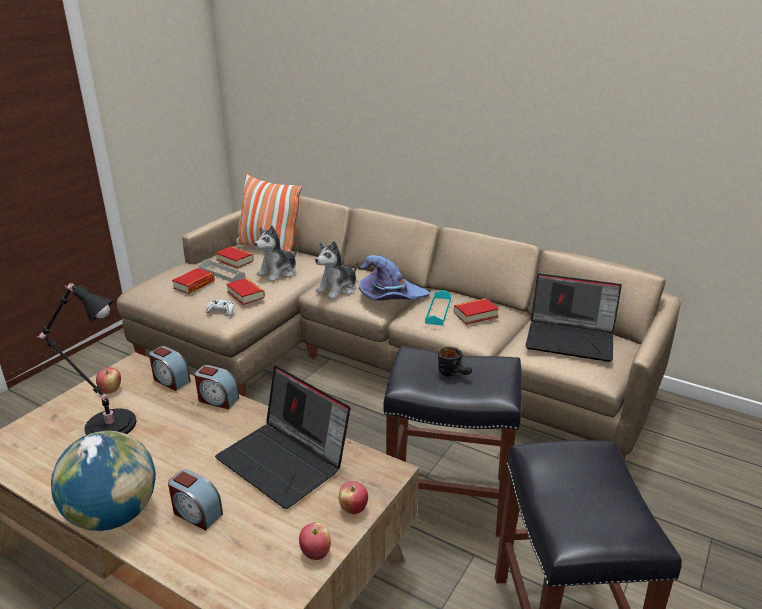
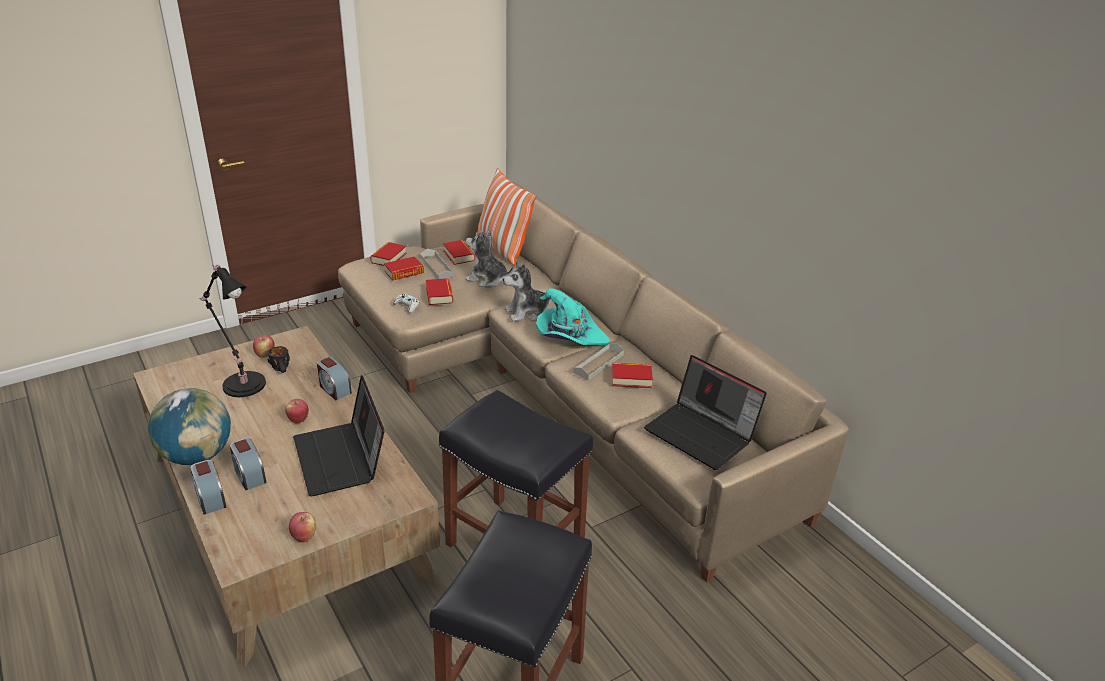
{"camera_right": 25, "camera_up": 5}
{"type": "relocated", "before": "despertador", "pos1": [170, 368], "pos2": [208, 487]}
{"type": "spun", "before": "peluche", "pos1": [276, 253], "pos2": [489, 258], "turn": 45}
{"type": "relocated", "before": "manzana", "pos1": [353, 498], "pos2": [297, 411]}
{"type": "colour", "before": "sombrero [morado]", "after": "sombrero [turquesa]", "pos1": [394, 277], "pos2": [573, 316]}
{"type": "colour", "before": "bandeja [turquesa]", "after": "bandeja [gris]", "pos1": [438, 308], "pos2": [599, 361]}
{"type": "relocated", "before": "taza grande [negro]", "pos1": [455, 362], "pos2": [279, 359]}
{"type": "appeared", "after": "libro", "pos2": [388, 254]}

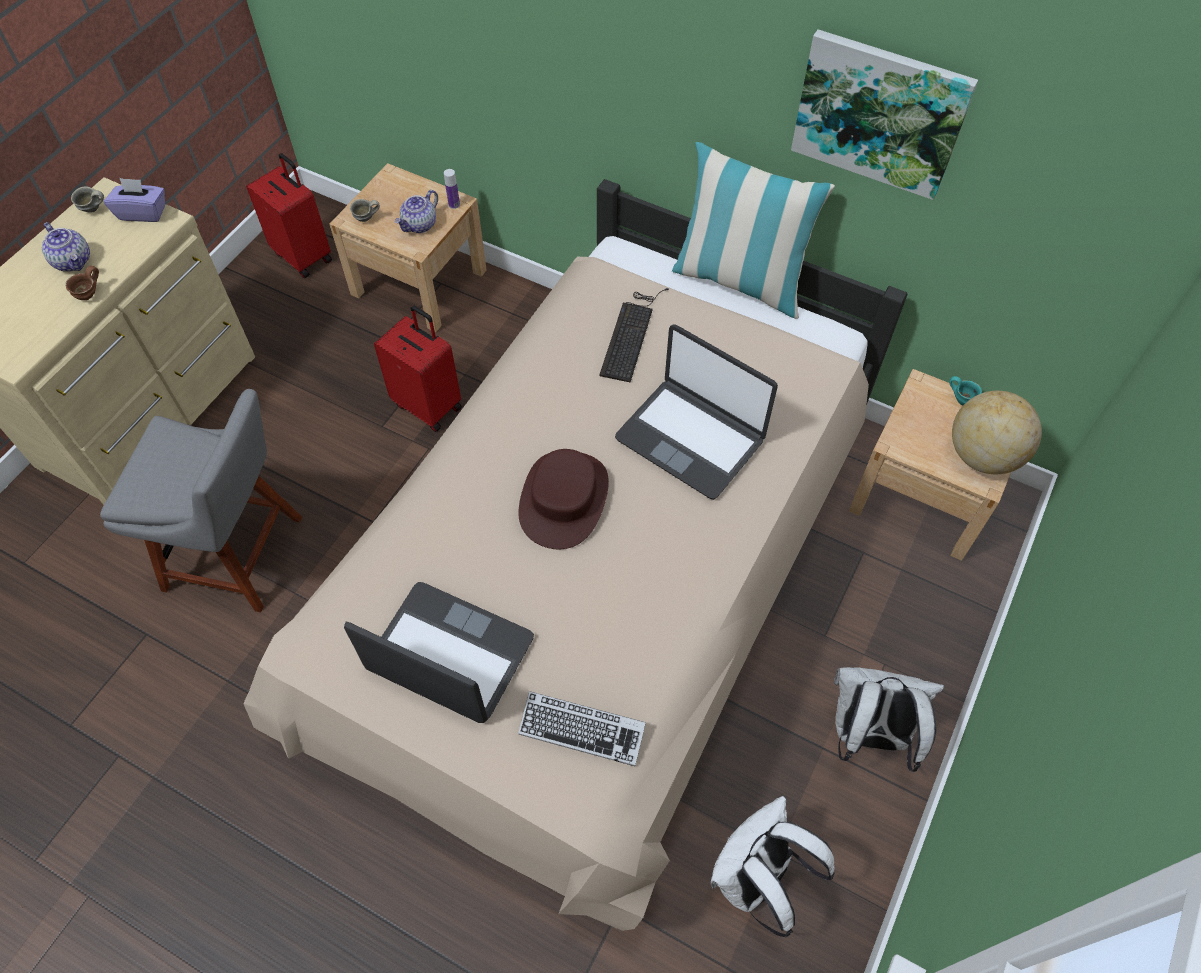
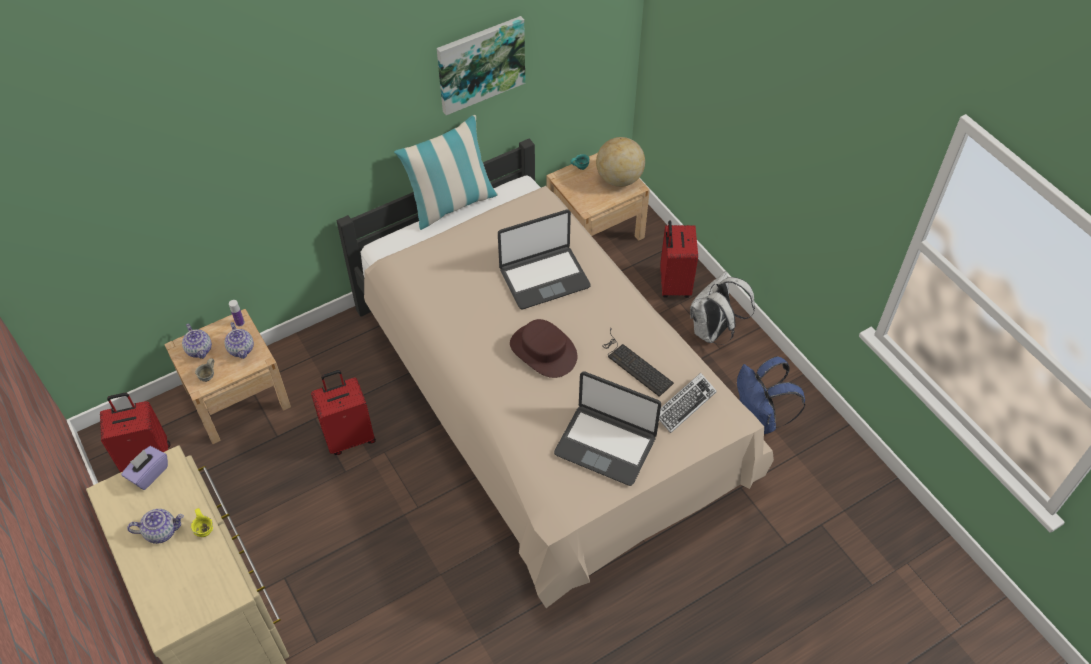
{"camera_right": -60, "camera_up": -5}
{"type": "colour", "before": "taza grande [marrón]", "after": "taza grande [amarillo]", "pos1": [82, 283], "pos2": [202, 522]}
{"type": "missing", "before": "taza grande [gris]", "pos1": [87, 200]}
{"type": "missing", "before": "silla [gris]", "pos1": [201, 500]}
{"type": "spun", "before": "portátil", "pos1": [439, 652], "pos2": [607, 428], "turn": -120}
{"type": "relocated", "before": "teclado", "pos1": [634, 335], "pos2": [638, 362]}
{"type": "colour", "before": "mochila [blanco]", "after": "mochila [azul]", "pos1": [773, 866], "pos2": [771, 395]}
{"type": "appeared", "after": "tetera", "pos2": [197, 341]}
{"type": "appeared", "after": "maleta [rojo]", "pos2": [679, 259]}

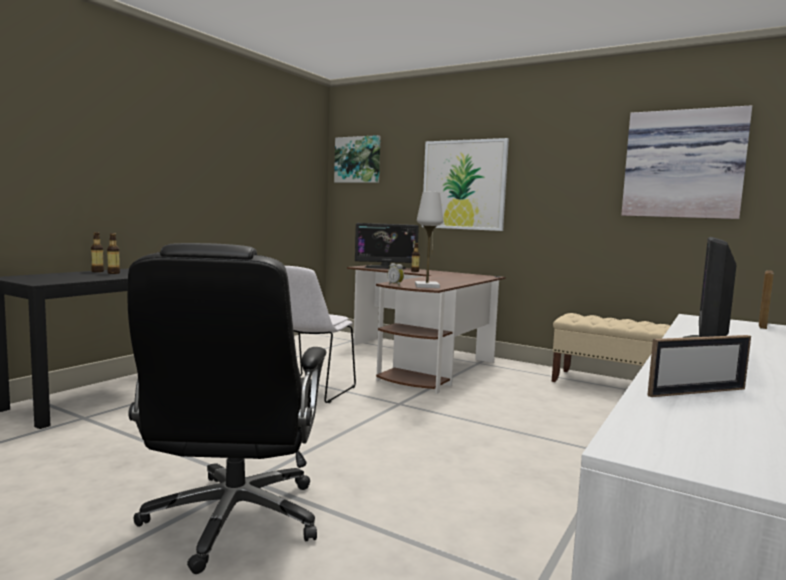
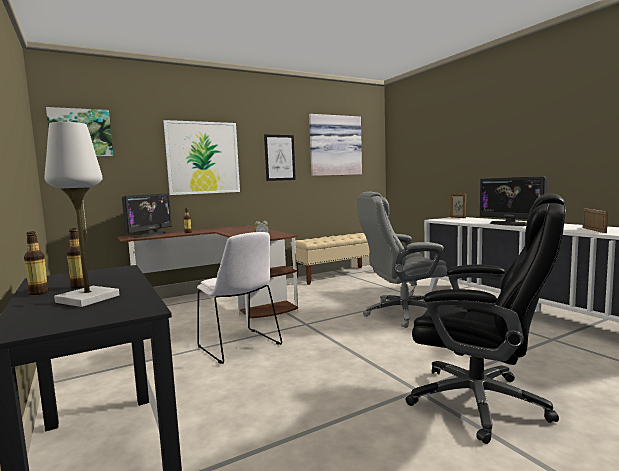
{"camera_right": -60, "camera_up": 0}
{"type": "relocated", "before": "lámpara de mesa [blanco]", "pos1": [429, 240], "pos2": [82, 214]}
{"type": "appeared", "after": "cuadro", "pos2": [280, 157]}
{"type": "appeared", "after": "silla de oficina [gris]", "pos2": [401, 260]}

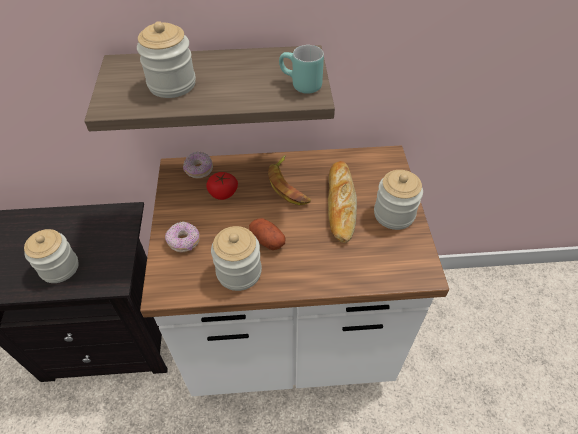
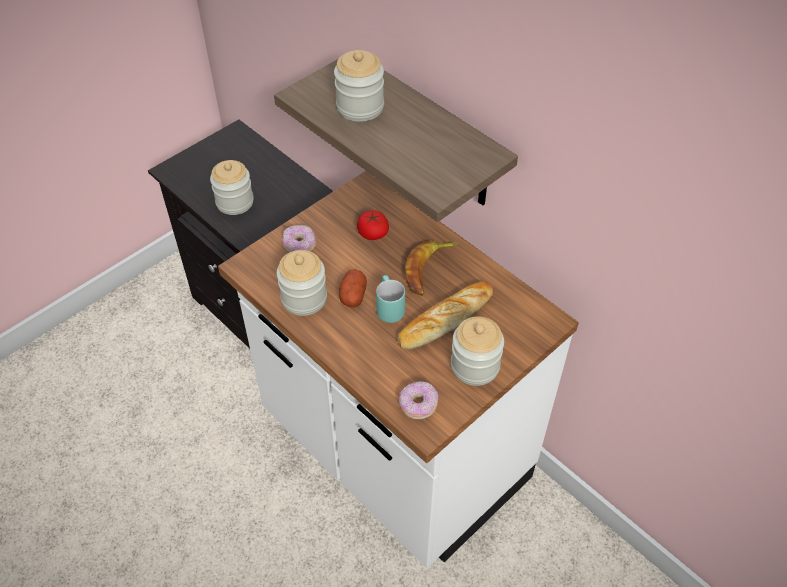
{"camera_right": 50, "camera_up": 0}
{"type": "relocated", "before": "rosquilla", "pos1": [198, 164], "pos2": [418, 400]}
{"type": "relocated", "before": "taza grande [turquesa]", "pos1": [301, 69], "pos2": [390, 299]}

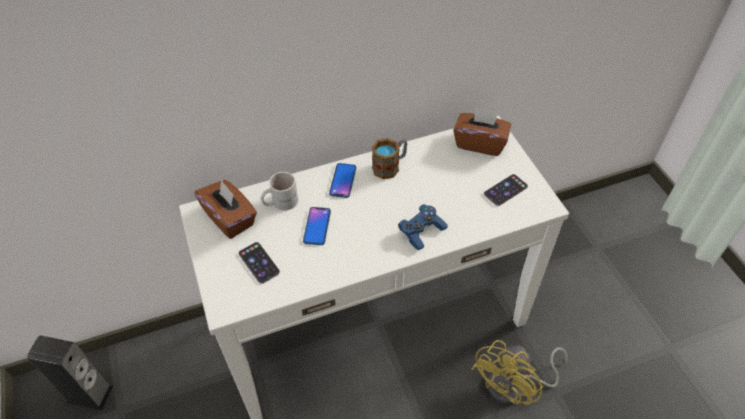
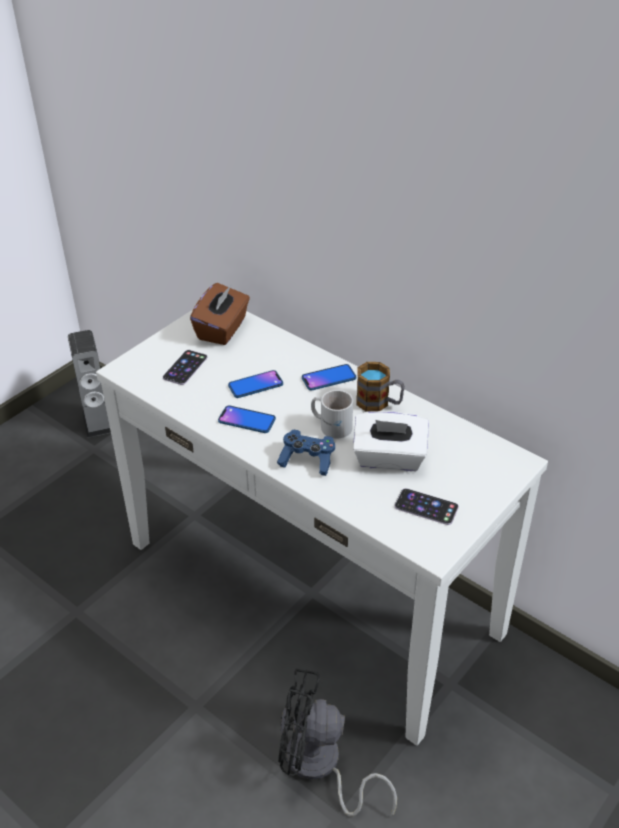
{"camera_right": 60, "camera_up": -10}
{"type": "relocated", "before": "taza grande [blanco]", "pos1": [279, 191], "pos2": [332, 414]}
{"type": "missing", "before": "caja de pañuelos [marrón]", "pos1": [482, 131]}
{"type": "colour", "before": "ventilador [amarillo]", "after": "ventilador [negro]", "pos1": [520, 372], "pos2": [337, 743]}
{"type": "appeared", "after": "móvil", "pos2": [247, 419]}
{"type": "appeared", "after": "caja de pañuelos [blanco]", "pos2": [391, 441]}

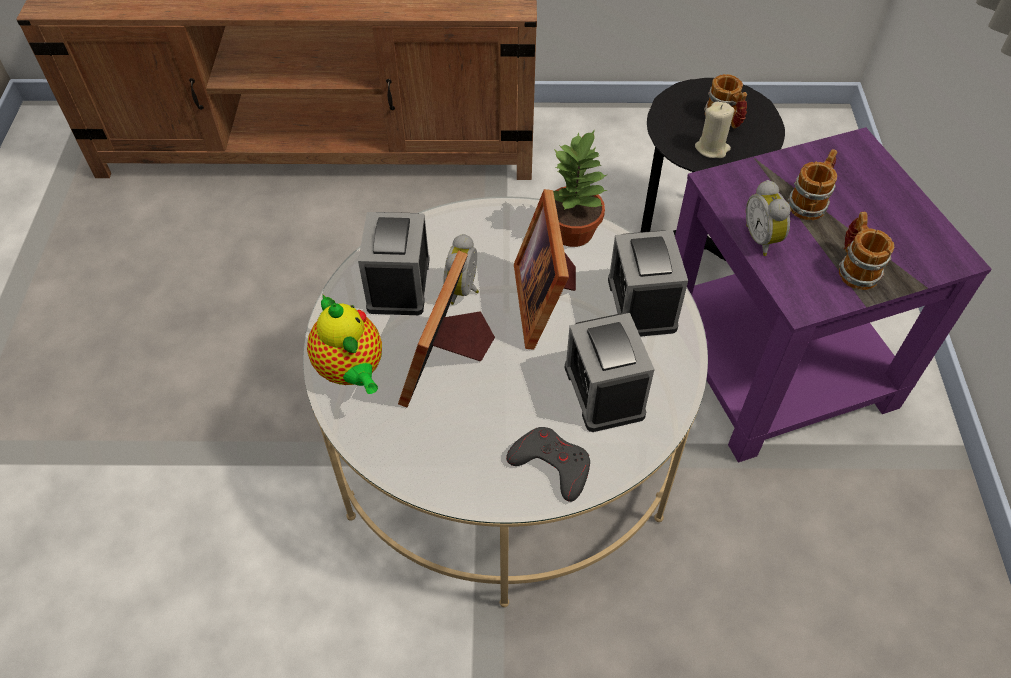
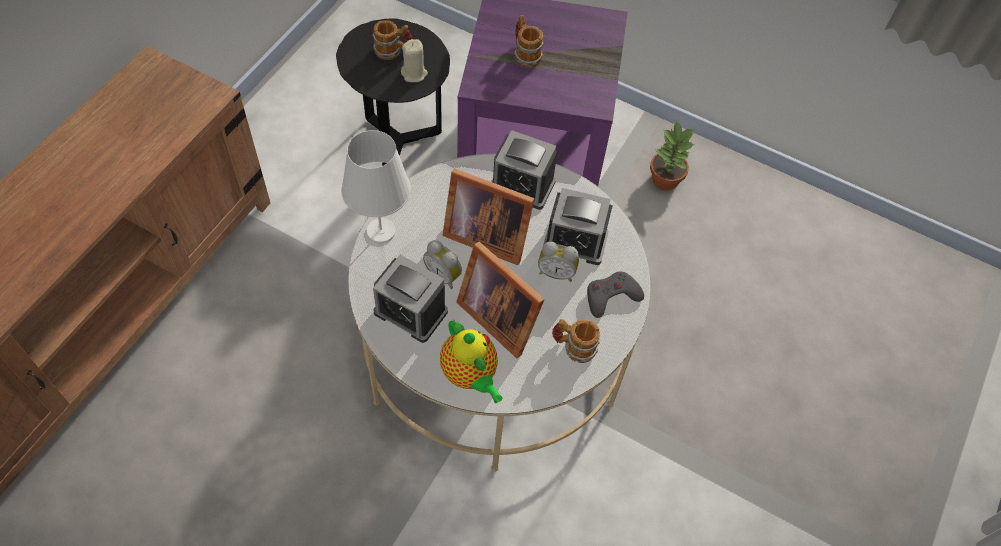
{"camera_right": -65, "camera_up": 5}
{"type": "spun", "before": "tetera", "pos1": [344, 344], "pos2": [471, 361], "turn": 60}
{"type": "relocated", "before": "planta en maceta", "pos1": [580, 188], "pos2": [672, 155]}
{"type": "relocated", "before": "despertador", "pos1": [768, 218], "pos2": [558, 262]}
{"type": "relocated", "before": "taza grande", "pos1": [866, 251], "pos2": [576, 341]}
{"type": "appeared", "after": "lámpara de mesa [blanco]", "pos2": [376, 186]}

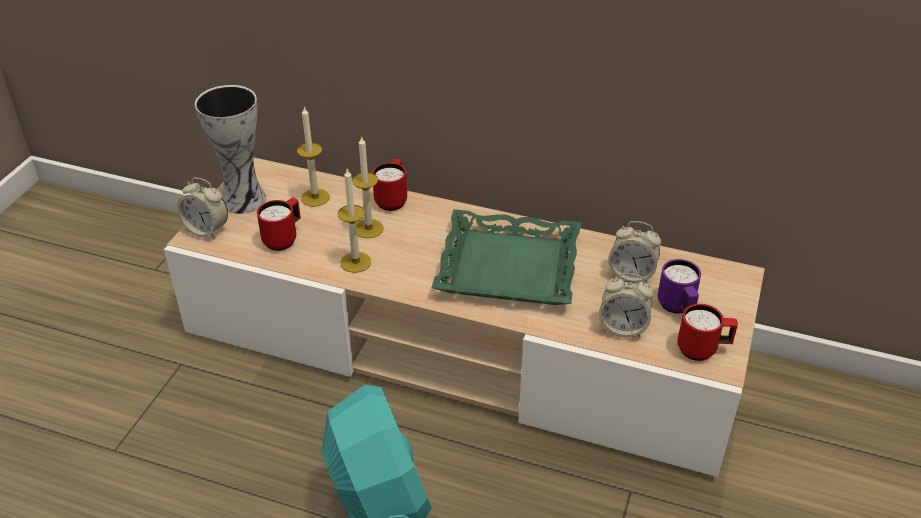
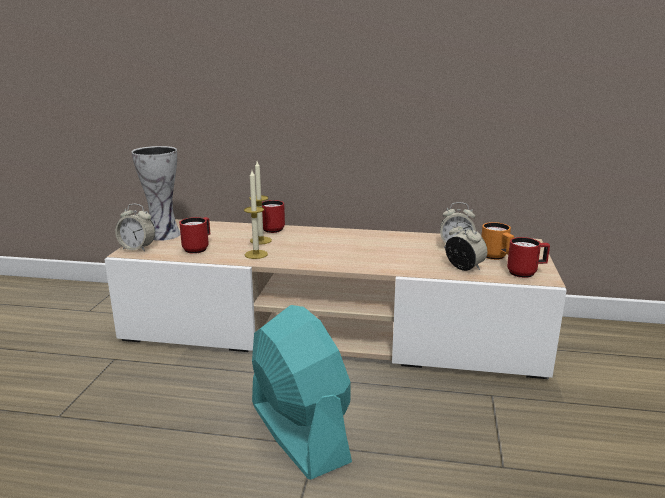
{"camera_right": -10, "camera_up": -20}
{"type": "missing", "before": "vela", "pos1": [313, 157]}
{"type": "missing", "before": "bandeja [verde]", "pos1": [506, 257]}
{"type": "spun", "before": "despertador", "pos1": [626, 305], "pos2": [466, 246], "turn": -135}
{"type": "colour", "before": "taza grande [morado]", "after": "taza grande [naranja]", "pos1": [679, 286], "pos2": [497, 241]}

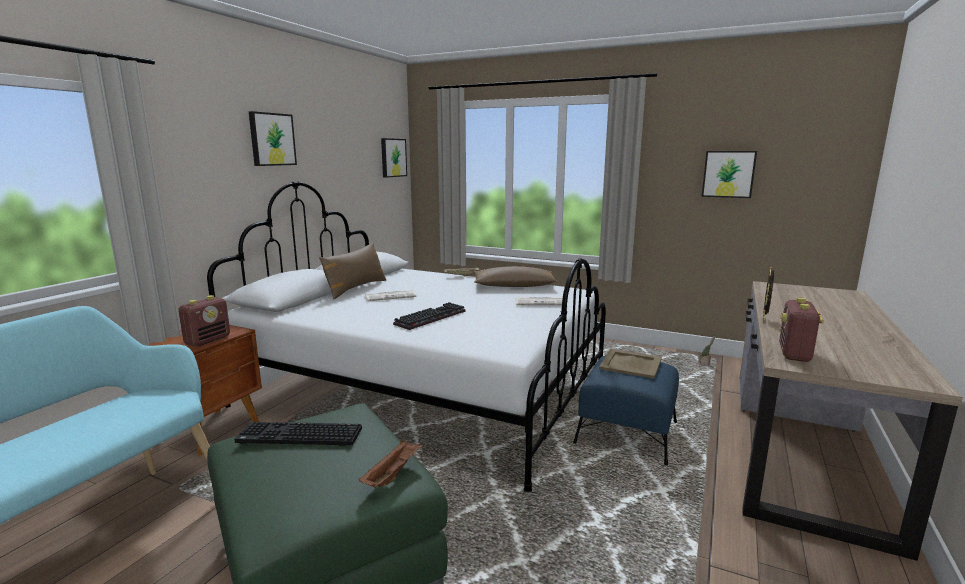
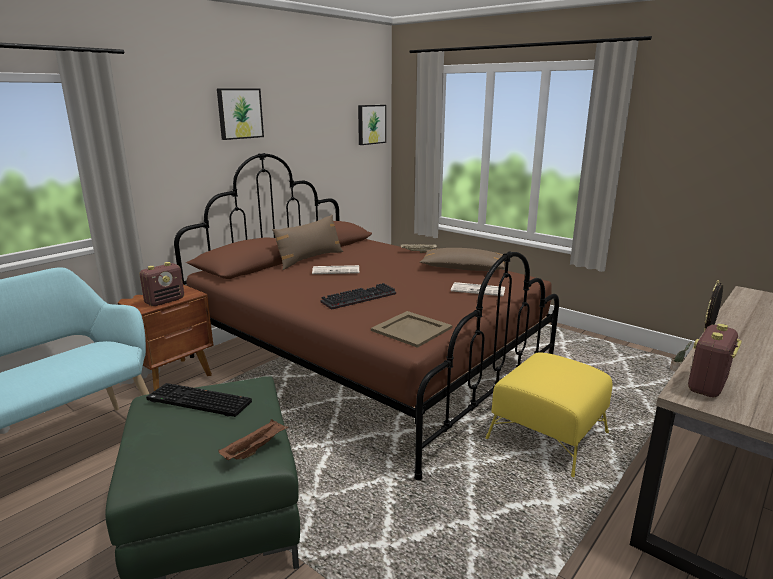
{"camera_right": 15, "camera_up": 5}
{"type": "colour", "before": "cama [blanco]", "after": "cama [marrón]", "pos1": [406, 336], "pos2": [366, 316]}
{"type": "colour", "before": "puf [azul]", "after": "puf [amarillo]", "pos1": [626, 410], "pos2": [549, 414]}
{"type": "relocated", "before": "bandeja [beis]", "pos1": [630, 364], "pos2": [412, 329]}
{"type": "missing", "before": "cuadro", "pos1": [729, 174]}

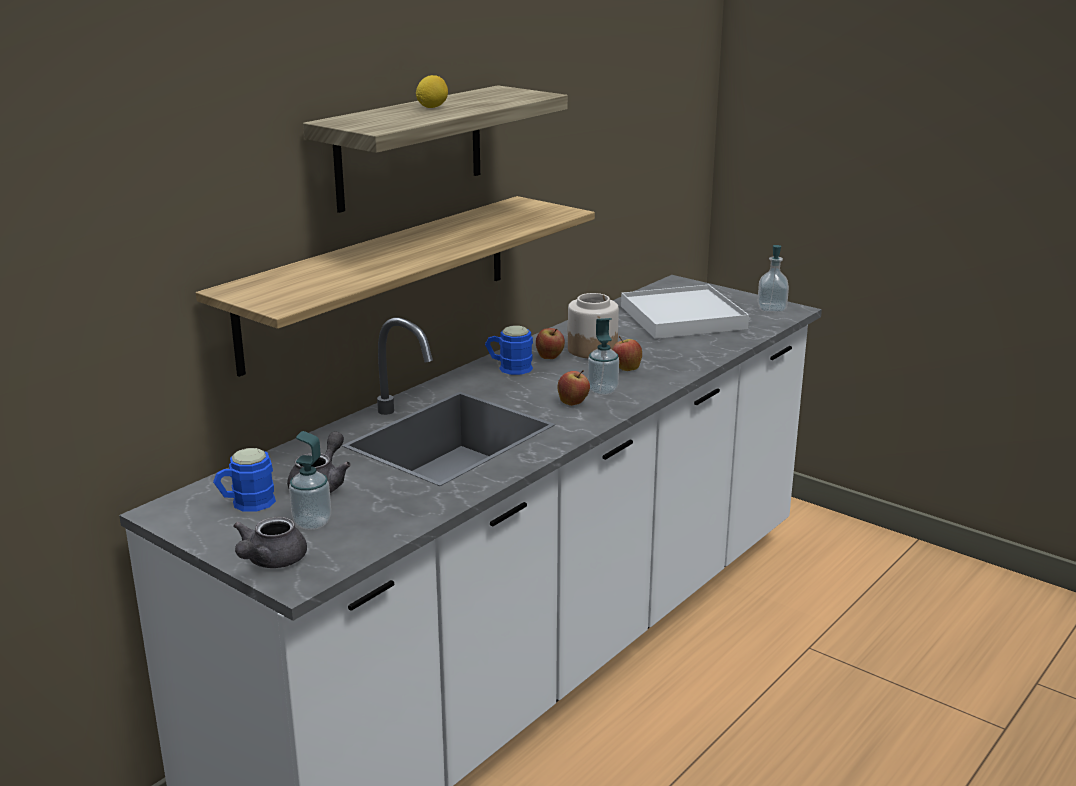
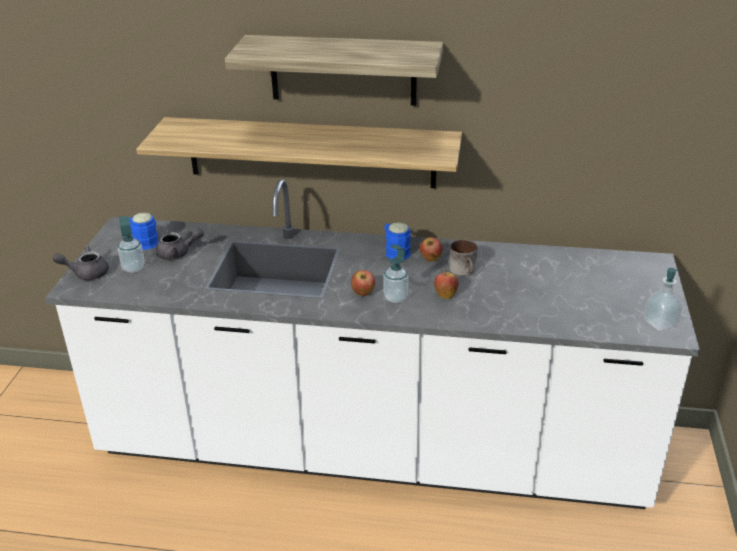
{"camera_right": 60, "camera_up": 10}
{"type": "missing", "before": "limón", "pos1": [432, 91]}
{"type": "exchanged", "before": "tarro", "after": "taza grande", "pos1": [593, 325], "pos2": [463, 257]}
{"type": "missing", "before": "bandeja [blanco]", "pos1": [685, 312]}

